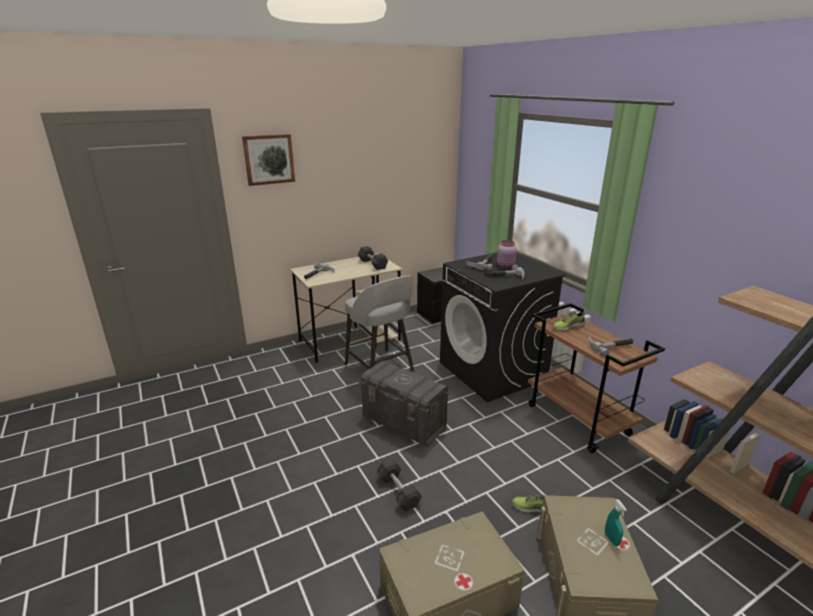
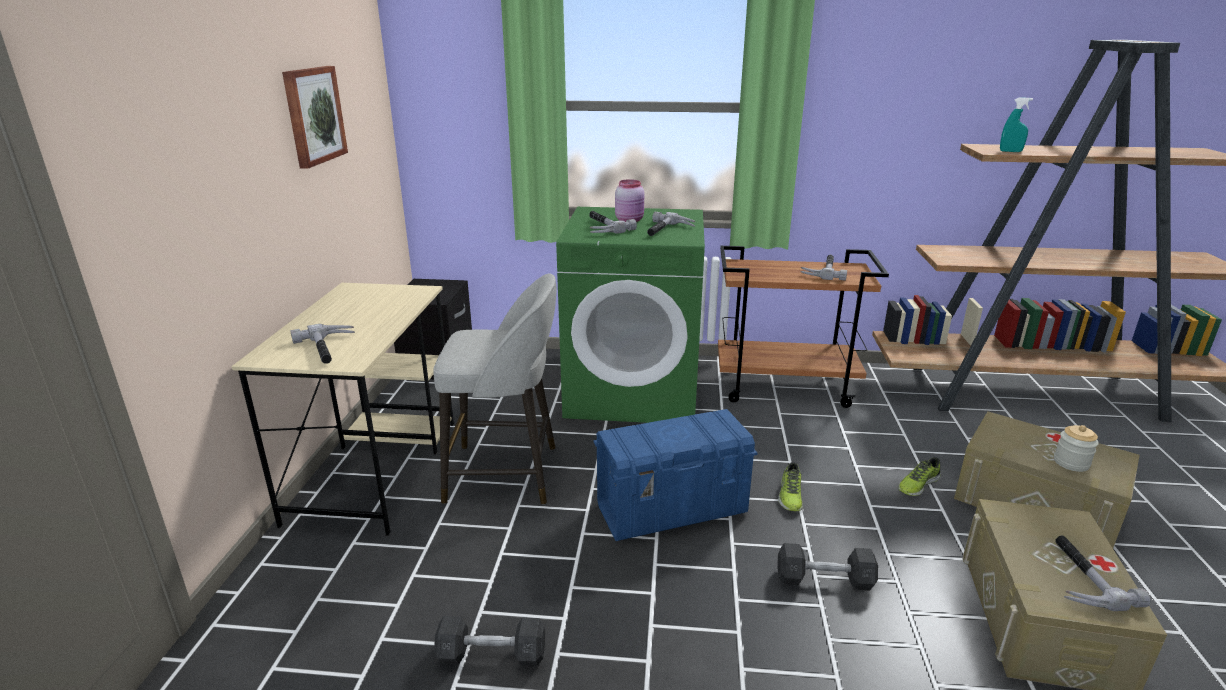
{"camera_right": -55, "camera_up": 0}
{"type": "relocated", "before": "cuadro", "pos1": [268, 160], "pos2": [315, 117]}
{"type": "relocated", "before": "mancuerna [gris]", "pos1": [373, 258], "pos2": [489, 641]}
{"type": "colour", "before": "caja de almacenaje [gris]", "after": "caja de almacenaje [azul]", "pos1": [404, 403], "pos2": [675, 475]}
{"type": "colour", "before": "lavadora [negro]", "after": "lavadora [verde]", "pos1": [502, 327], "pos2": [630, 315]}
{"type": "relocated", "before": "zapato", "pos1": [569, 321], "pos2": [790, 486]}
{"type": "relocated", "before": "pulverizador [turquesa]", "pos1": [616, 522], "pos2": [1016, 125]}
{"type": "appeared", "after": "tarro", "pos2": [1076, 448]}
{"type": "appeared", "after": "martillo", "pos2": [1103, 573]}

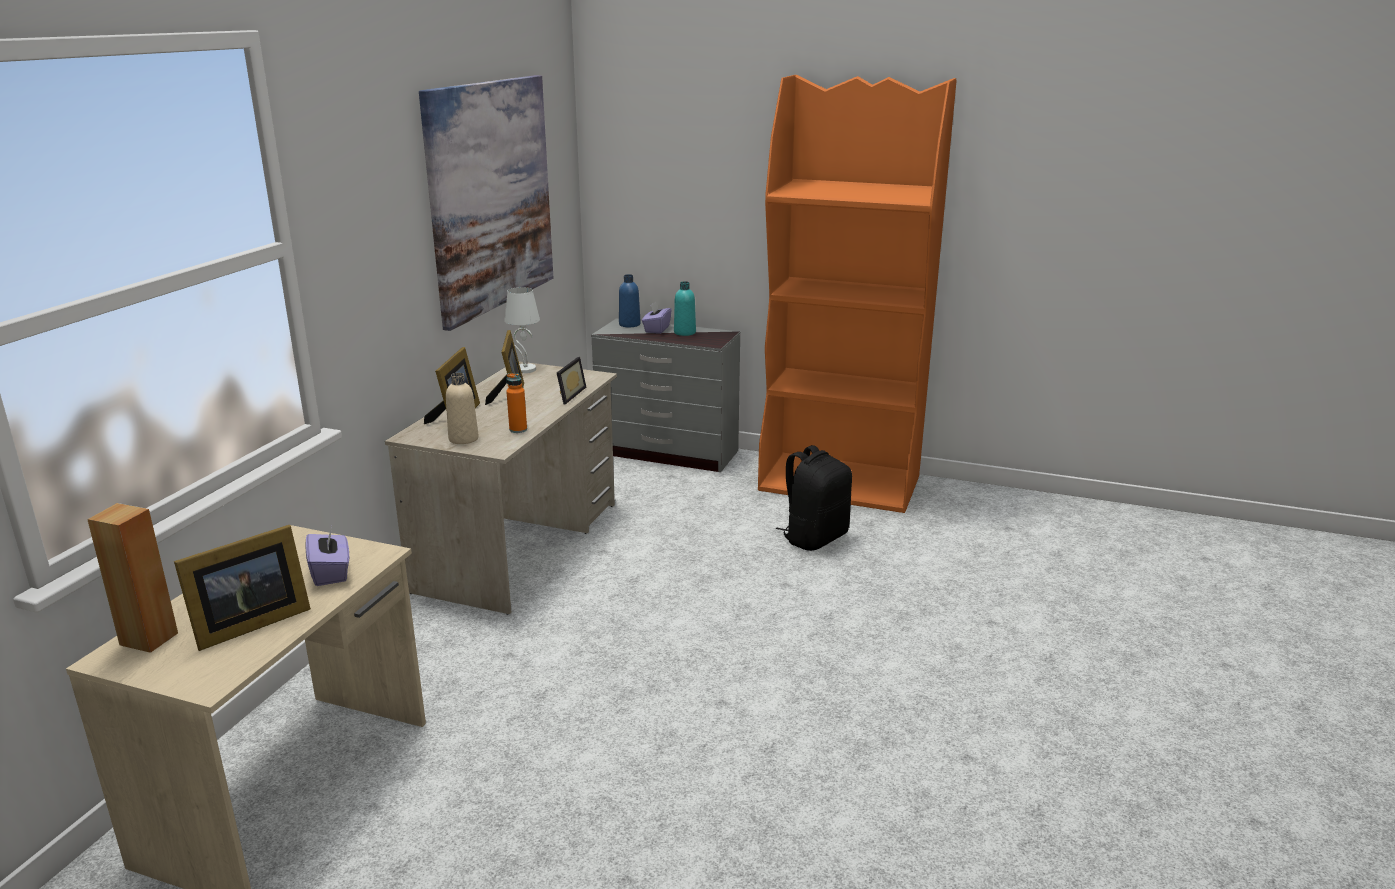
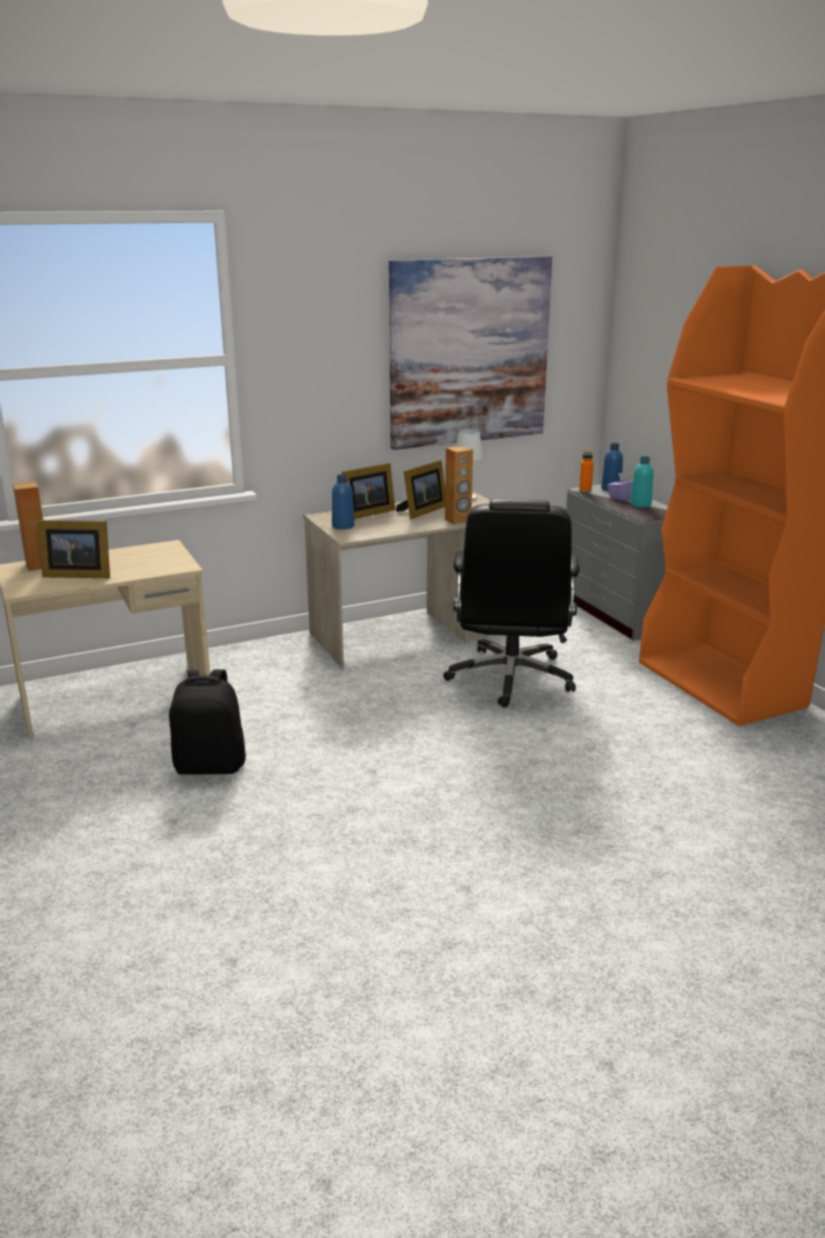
{"camera_right": 45, "camera_up": 0}
{"type": "missing", "before": "caja de pañuelos [morado]", "pos1": [327, 556]}
{"type": "colour", "before": "botella [beis]", "after": "botella [azul]", "pos1": [462, 408], "pos2": [343, 501]}
{"type": "relocated", "before": "botella [naranja]", "pos1": [516, 403], "pos2": [586, 471]}
{"type": "exchanged", "before": "portarretratos", "after": "altavoz [marrón]", "pos1": [571, 380], "pos2": [459, 485]}
{"type": "relocated", "before": "mochila [negro]", "pos1": [814, 498], "pos2": [207, 722]}
{"type": "appeared", "after": "silla de oficina [negro]", "pos2": [511, 603]}

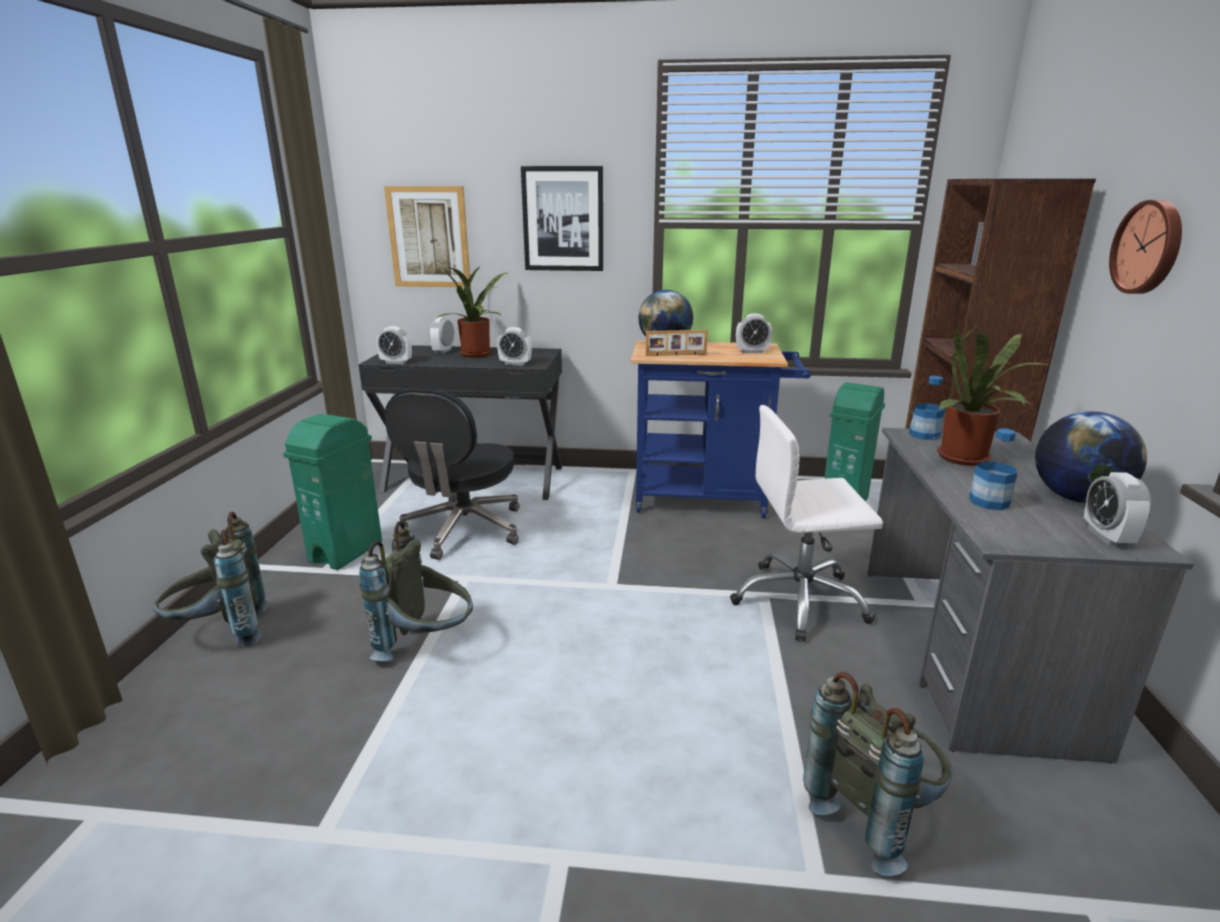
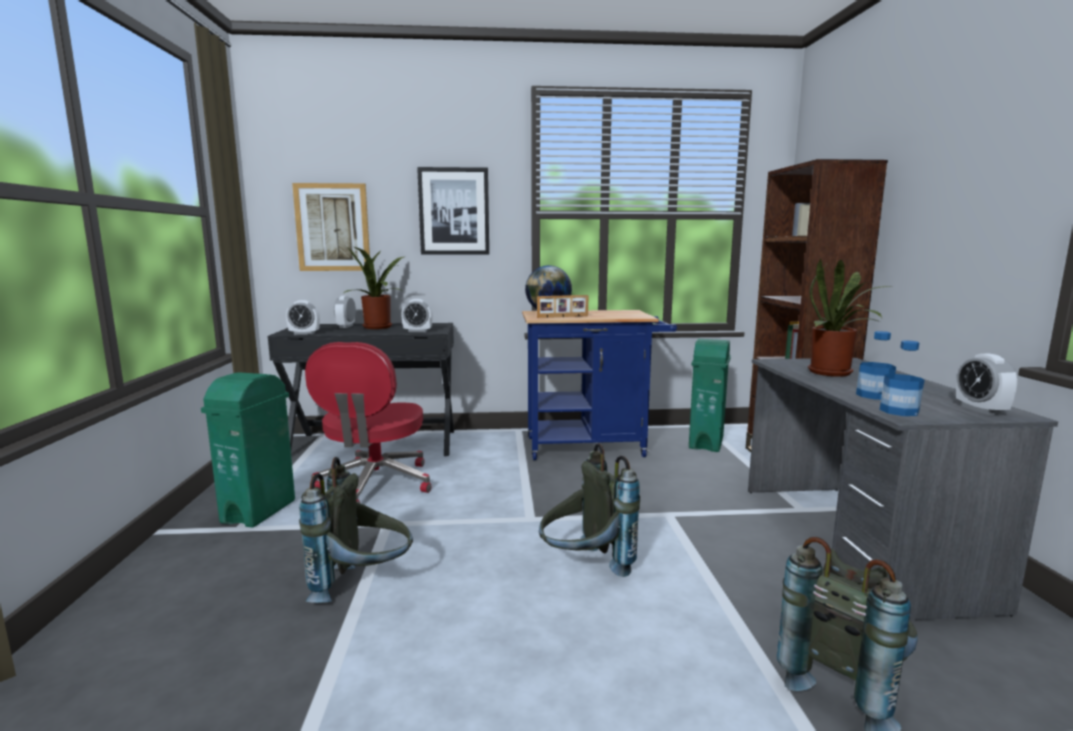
{"camera_right": -10, "camera_up": -10}
{"type": "relocated", "before": "mochila [gris]", "pos1": [210, 579], "pos2": [589, 510]}
{"type": "colour", "before": "silla de oficina [negro]", "after": "silla de oficina [rojo]", "pos1": [451, 474], "pos2": [368, 422]}
{"type": "missing", "before": "silla de oficina [blanco]", "pos1": [806, 523]}
{"type": "missing", "before": "despertador", "pos1": [754, 333]}
{"type": "relocated", "before": "botella", "pos1": [927, 408], "pos2": [902, 378]}
{"type": "missing", "before": "globo terráqueo", "pos1": [1091, 457]}
{"type": "missing", "before": "reloj de pared", "pos1": [1145, 247]}

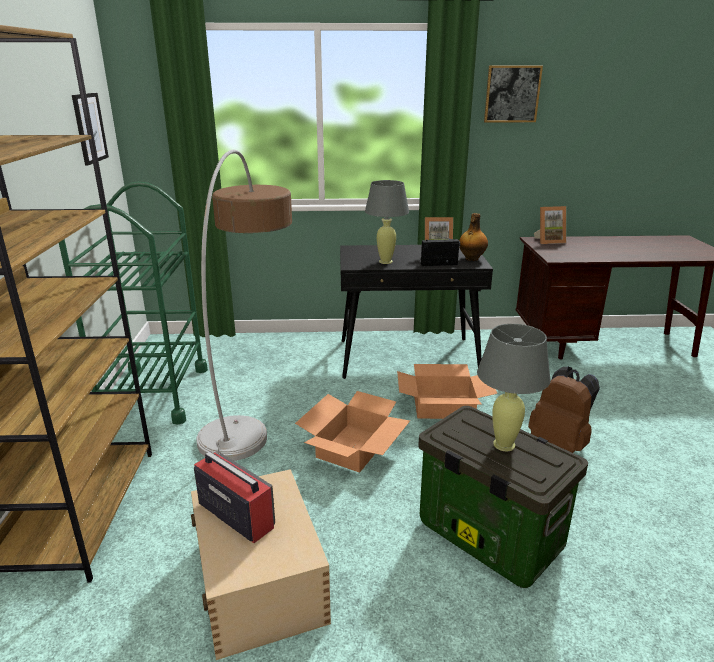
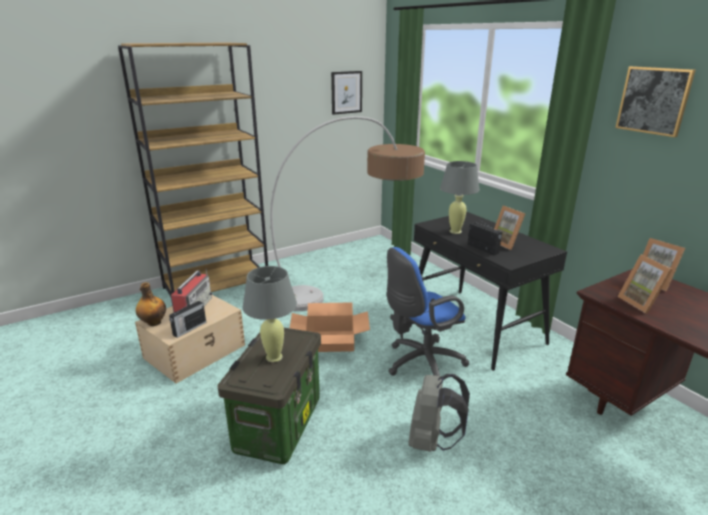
{"camera_right": 60, "camera_up": 0}
{"type": "missing", "before": "carrito [verde]", "pos1": [133, 303]}
{"type": "exchanged", "before": "caja de cartón", "after": "silla de oficina [azul]", "pos1": [447, 391], "pos2": [428, 311]}
{"type": "relocated", "before": "botella", "pos1": [473, 237], "pos2": [151, 304]}
{"type": "colour", "before": "mochila [marrón]", "after": "mochila [gris]", "pos1": [564, 410], "pos2": [439, 413]}
{"type": "appeared", "after": "radio", "pos2": [187, 318]}
{"type": "appeared", "after": "portarretratos", "pos2": [645, 284]}

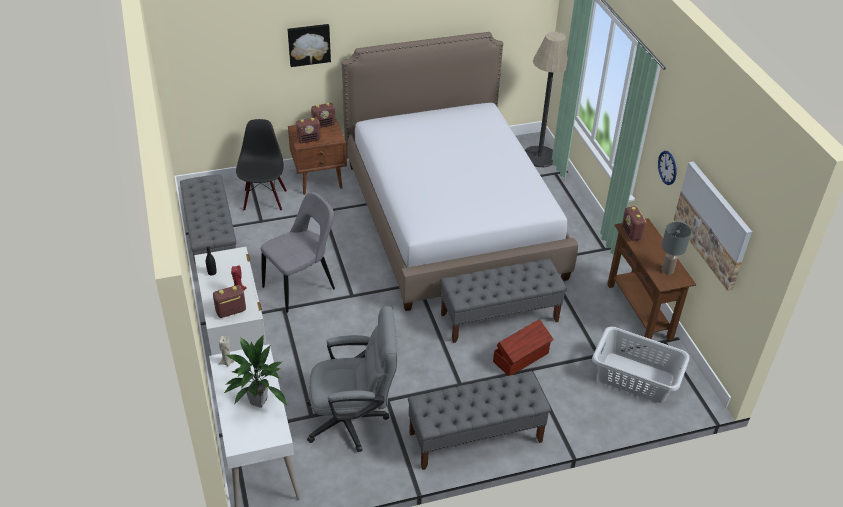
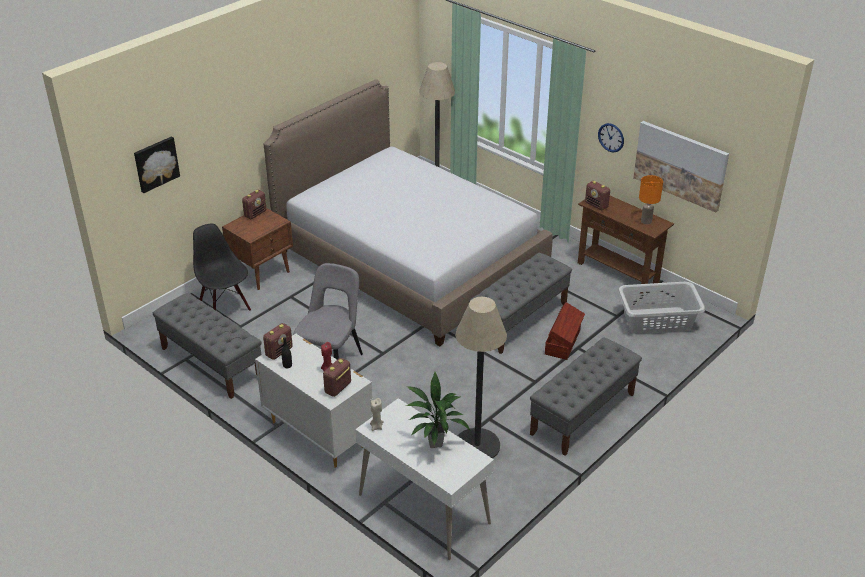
{"camera_right": -30, "camera_up": -5}
{"type": "relocated", "before": "cuadro", "pos1": [309, 45], "pos2": [157, 164]}
{"type": "relocated", "before": "radio", "pos1": [308, 130], "pos2": [278, 341]}
{"type": "exchanged", "before": "silla de oficina [gris]", "after": "lámpara de pie", "pos1": [352, 379], "pos2": [481, 378]}
{"type": "colour", "before": "lámpara de mesa [gris]", "after": "lámpara de mesa [naranja]", "pos1": [676, 248], "pos2": [651, 199]}

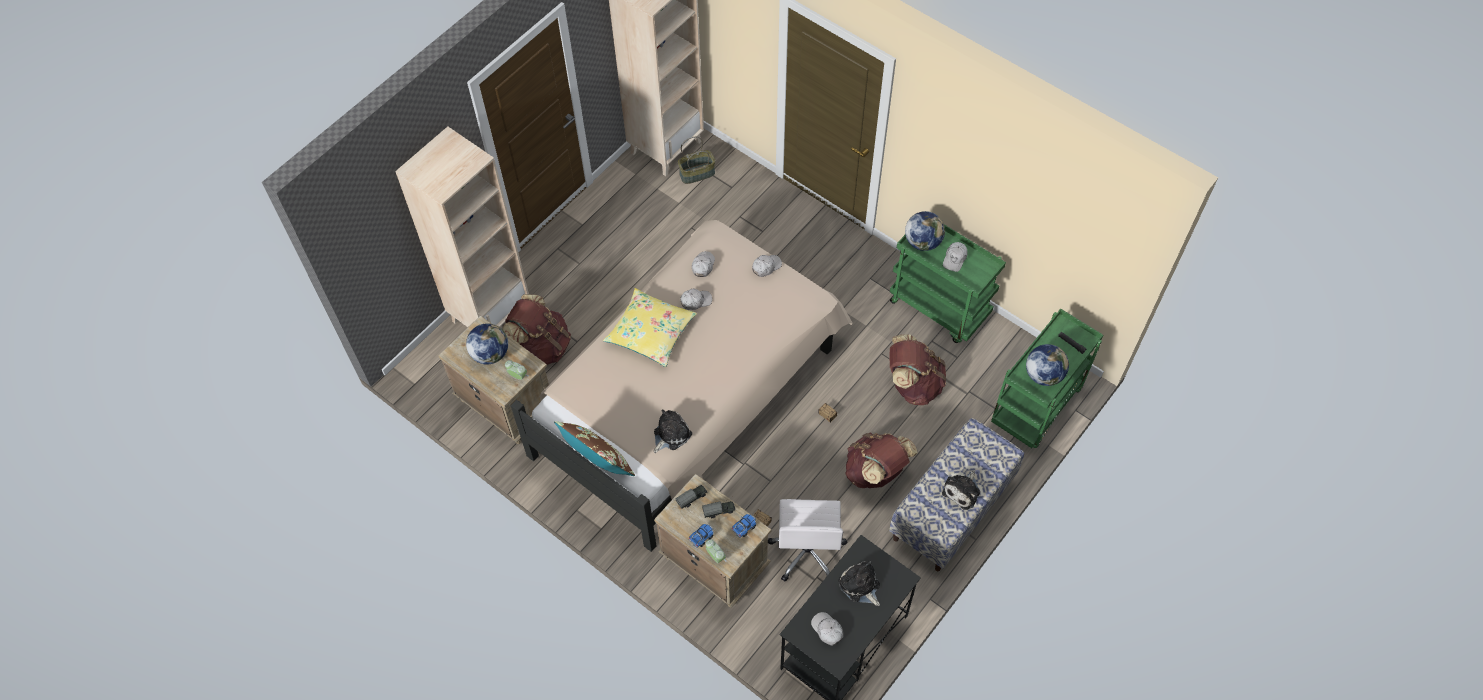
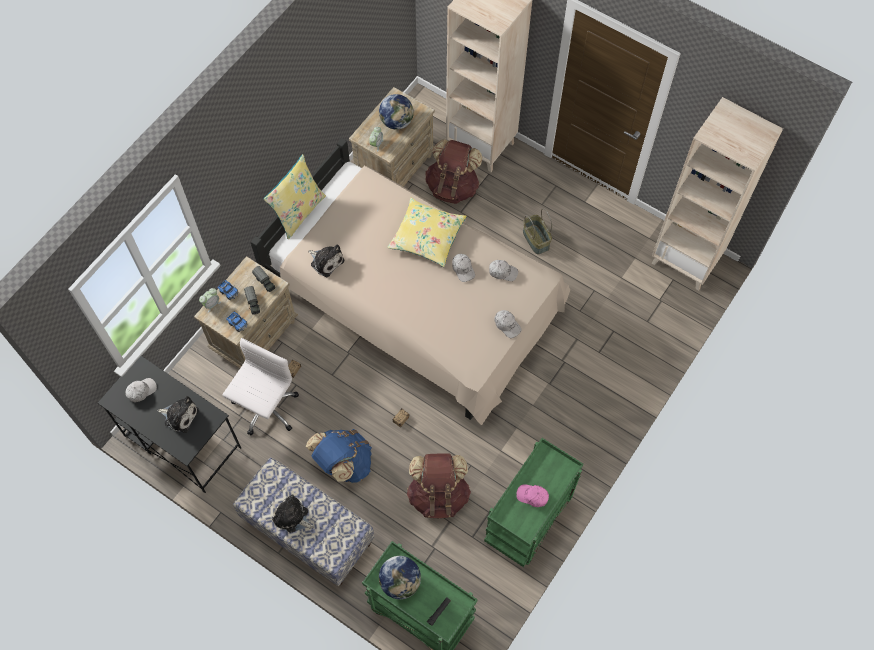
{"camera_right": 85, "camera_up": 5}
{"type": "colour", "before": "cojín [marrón]", "after": "cojín [amarillo]", "pos1": [594, 448], "pos2": [294, 196]}
{"type": "relocated", "before": "cesta", "pos1": [696, 160], "pos2": [537, 231]}
{"type": "spun", "before": "silla de oficina [blanco]", "pos1": [807, 540], "pos2": [261, 386], "turn": 120}
{"type": "spun", "before": "peluche", "pos1": [859, 583], "pos2": [178, 414], "turn": 60}
{"type": "colour", "before": "mochila [marrón]", "after": "mochila [azul]", "pos1": [881, 460], "pos2": [339, 456]}
{"type": "missing", "before": "globo terráqueo", "pos1": [925, 231]}
{"type": "colour", "before": "gorra [blanco]", "after": "gorra [rosa]", "pos1": [955, 257], "pos2": [532, 495]}

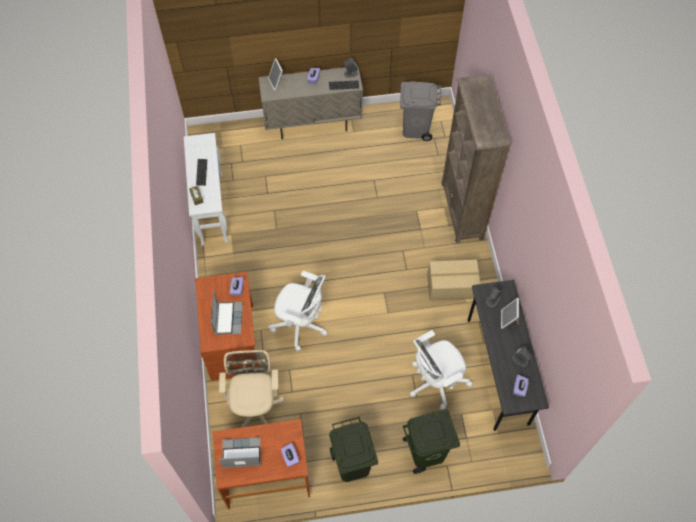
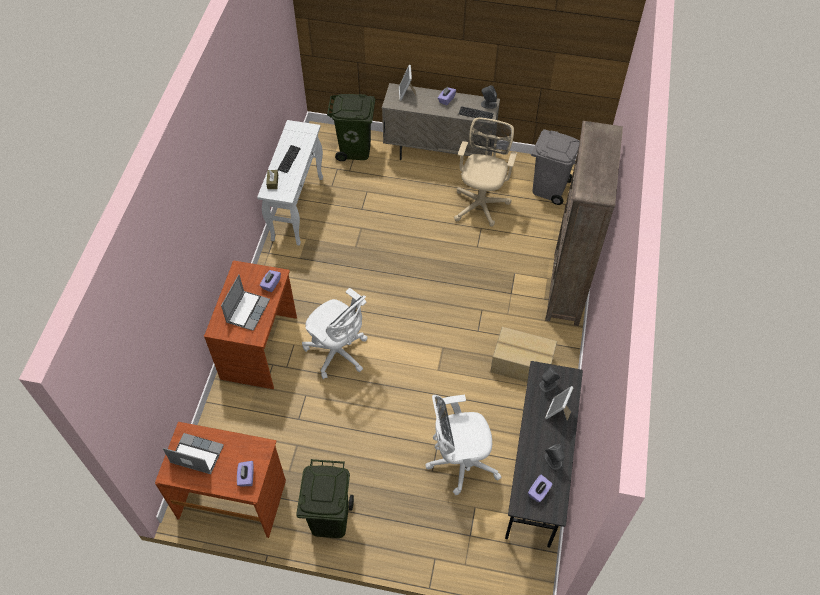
{"camera_right": 20, "camera_up": -5}
{"type": "relocated", "before": "silla de oficina [beis]", "pos1": [252, 388], "pos2": [485, 172]}
{"type": "relocated", "before": "papelera [verde]", "pos1": [431, 441], "pos2": [351, 127]}

